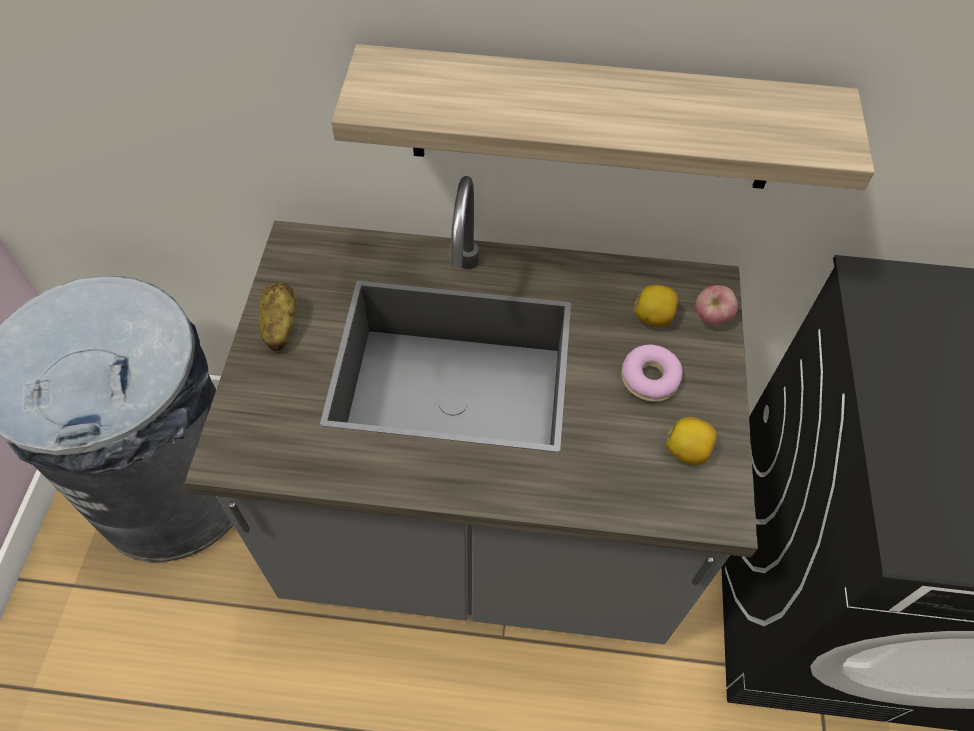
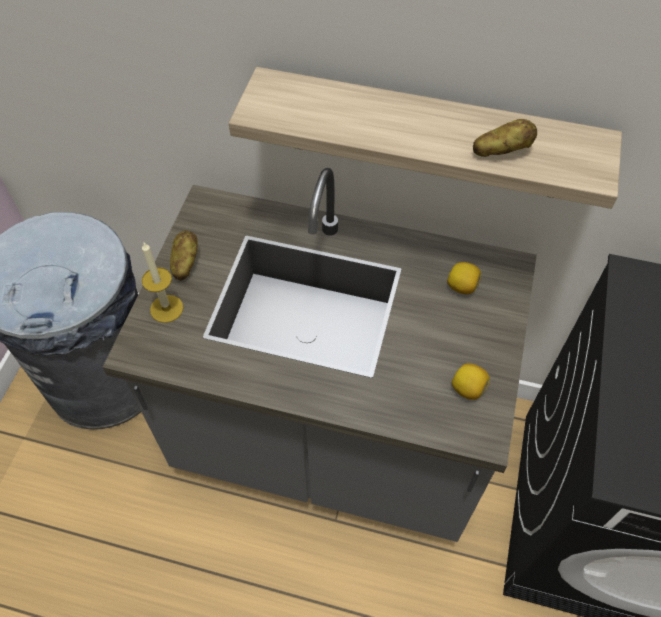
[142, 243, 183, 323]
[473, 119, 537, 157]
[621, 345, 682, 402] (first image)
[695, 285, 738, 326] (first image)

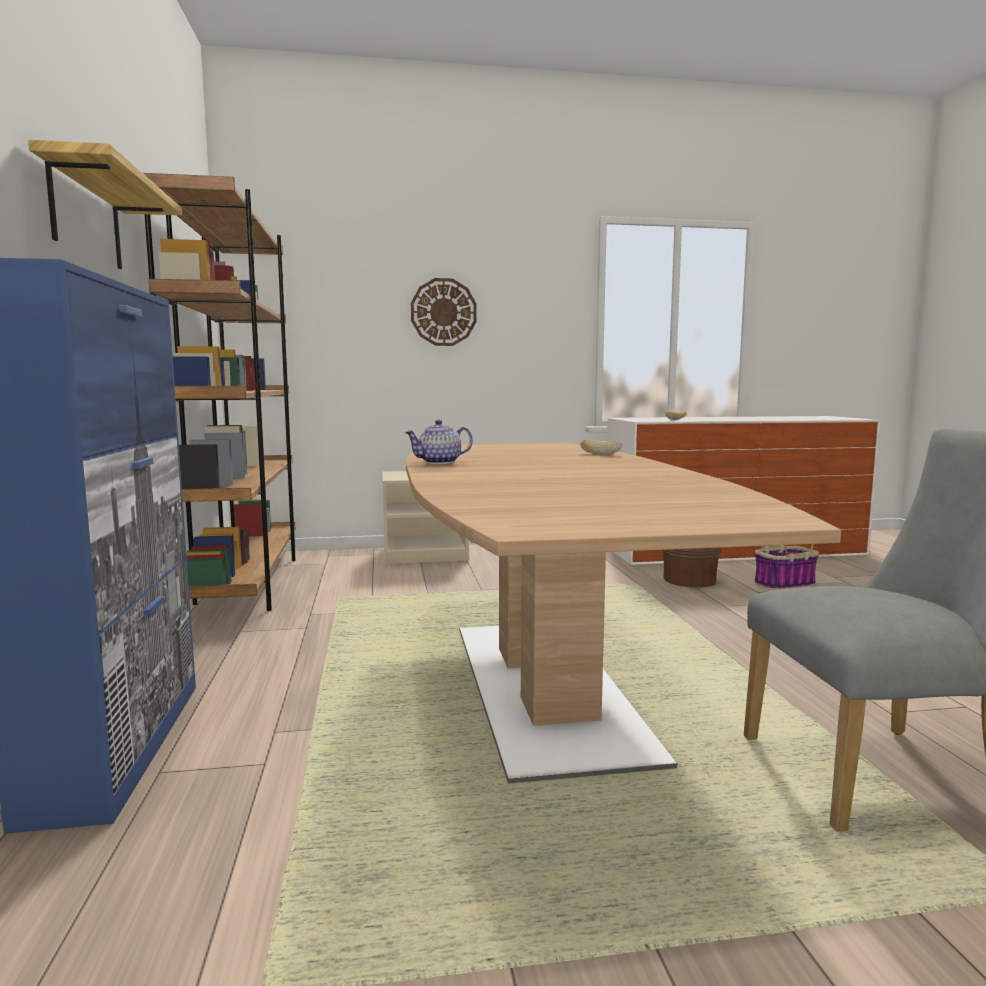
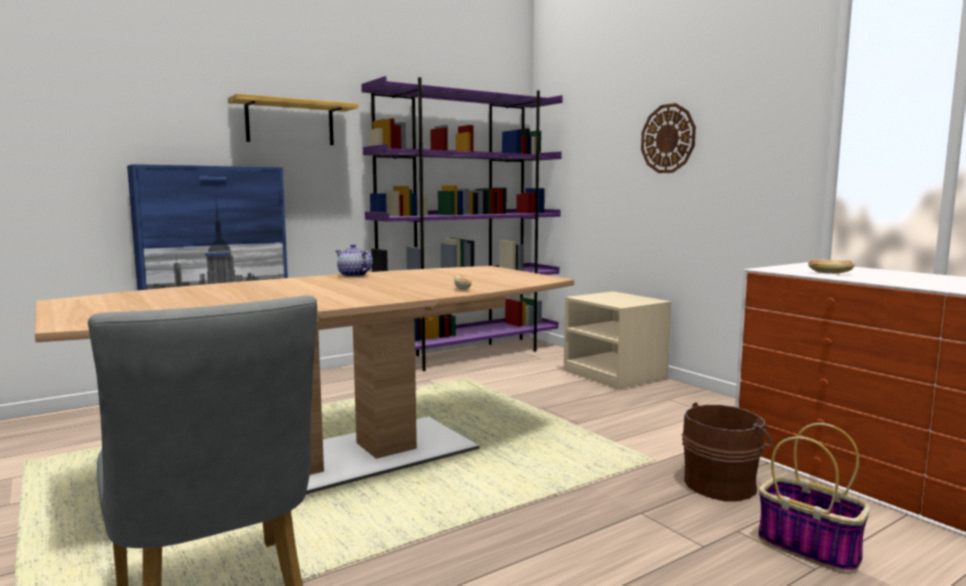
[361, 76, 563, 371]

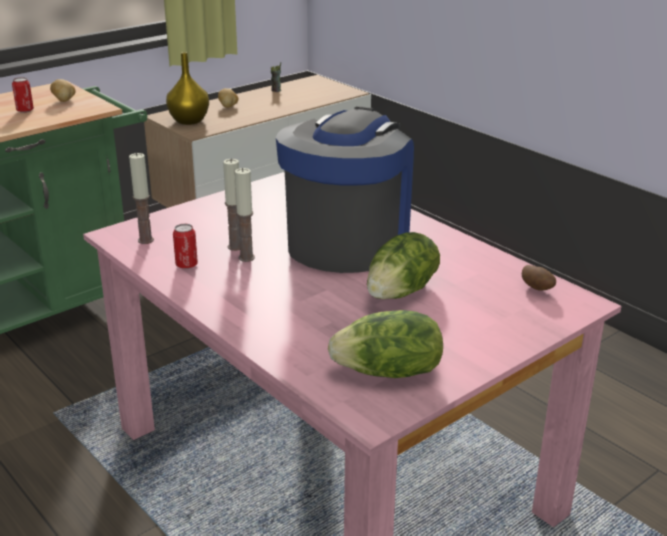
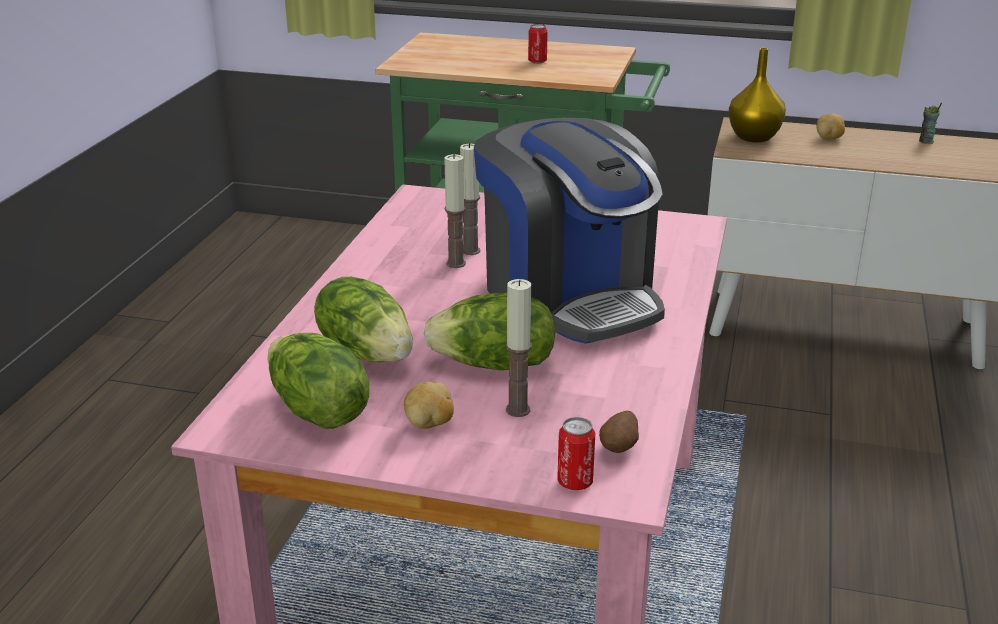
[314, 277, 413, 362]
[404, 382, 454, 429]
[474, 118, 665, 344]
[506, 279, 532, 417]
[557, 417, 595, 490]

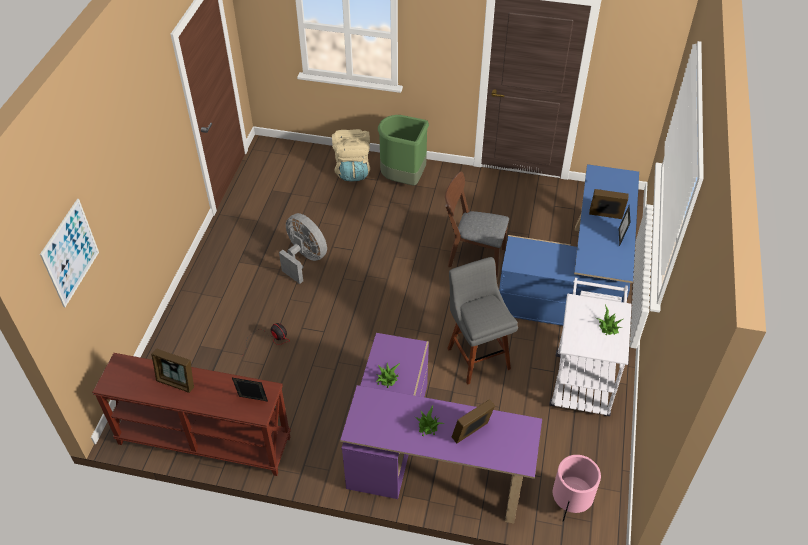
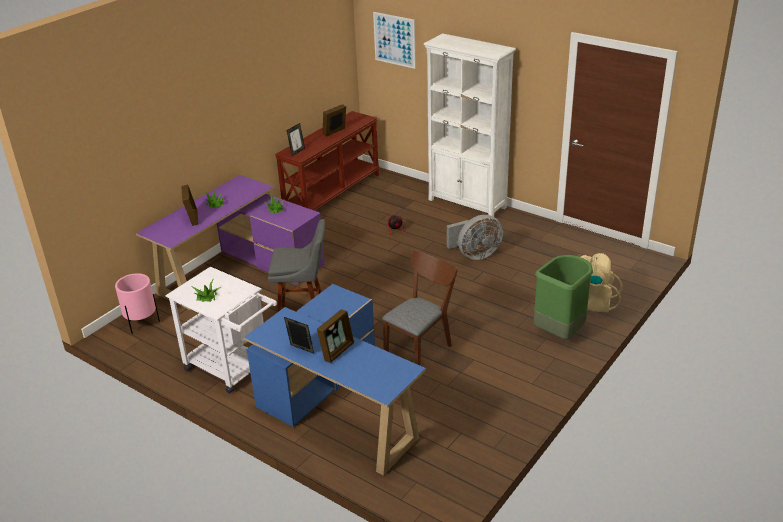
[424, 33, 516, 220]

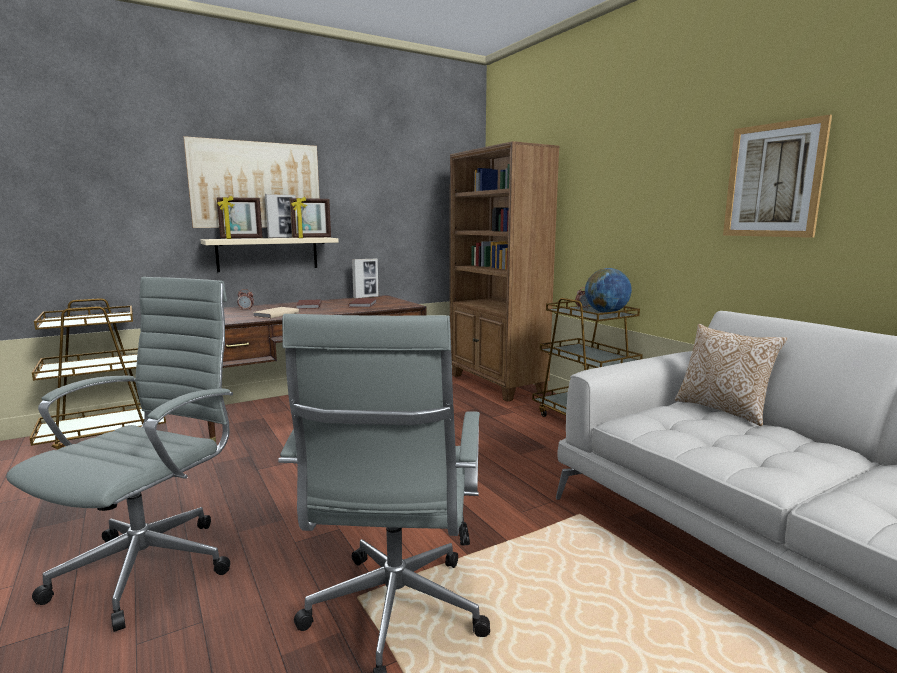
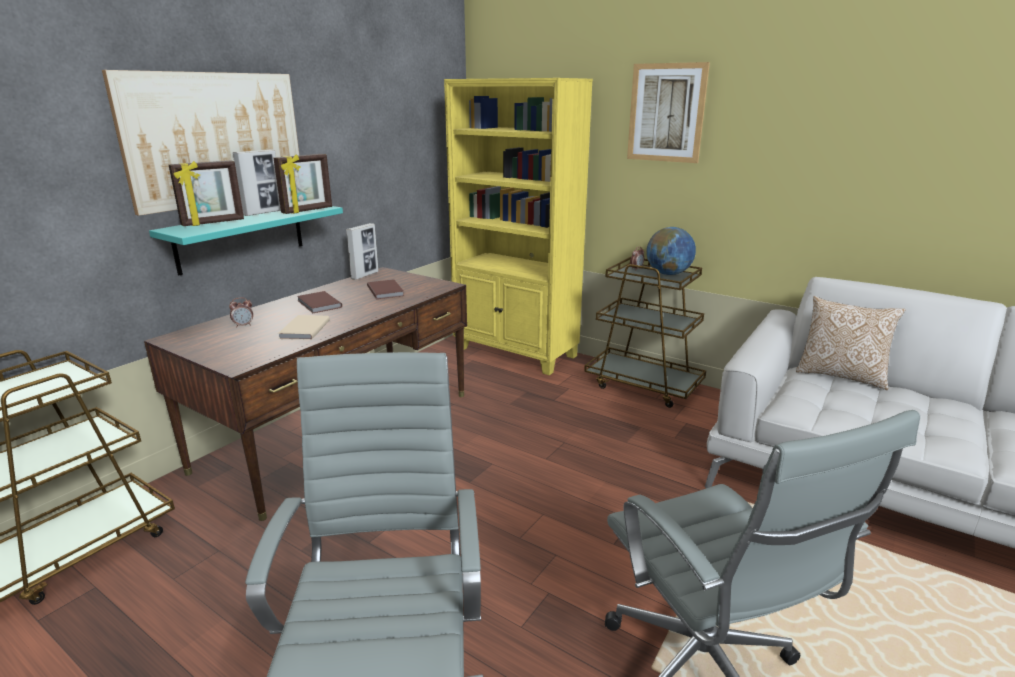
[149, 206, 343, 275]
[444, 78, 593, 375]
[627, 62, 710, 163]

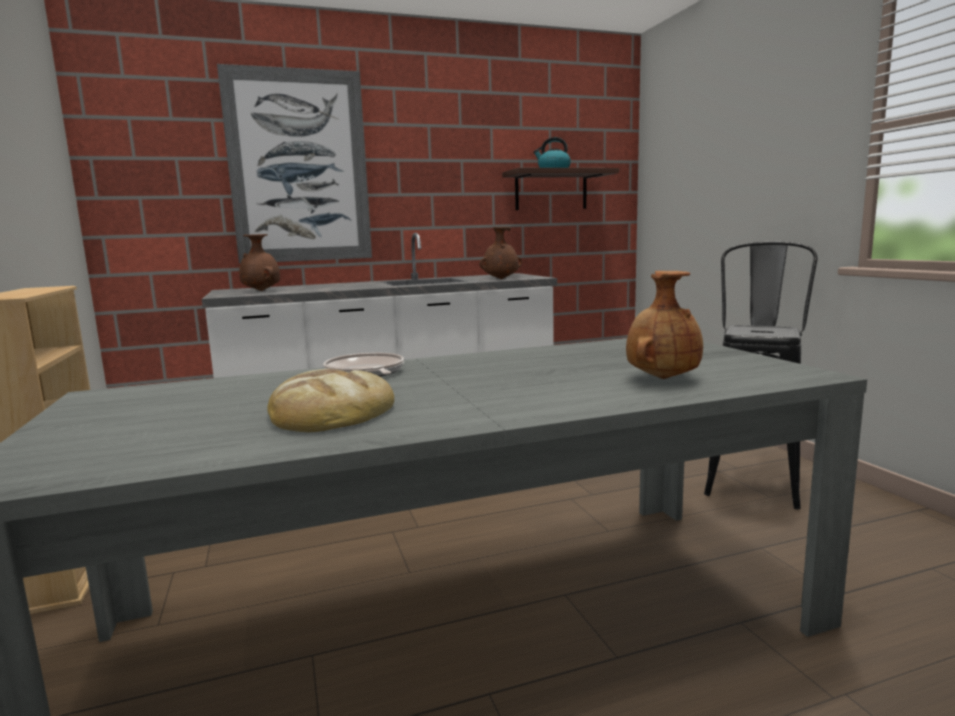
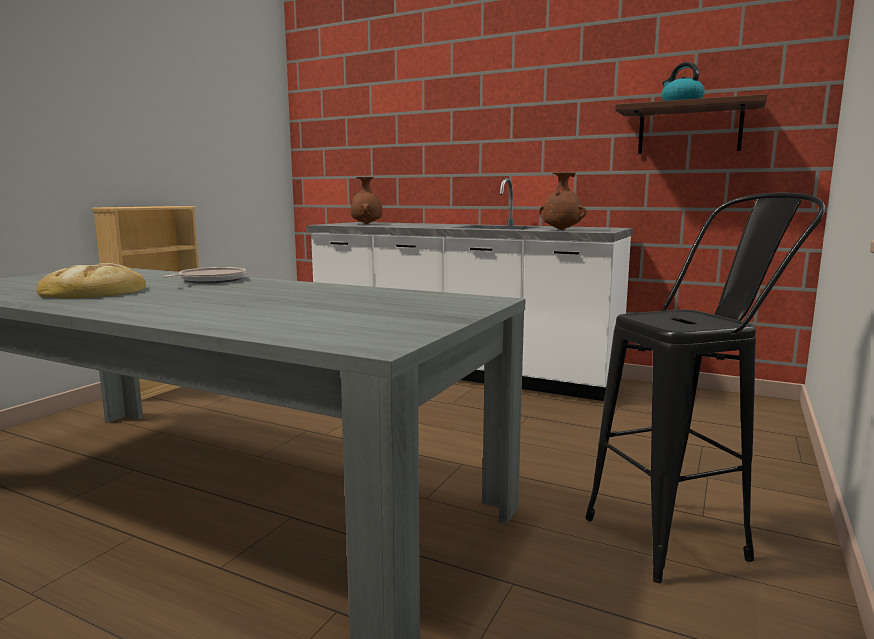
[217, 64, 372, 264] (first image)
[626, 271, 703, 379] (first image)

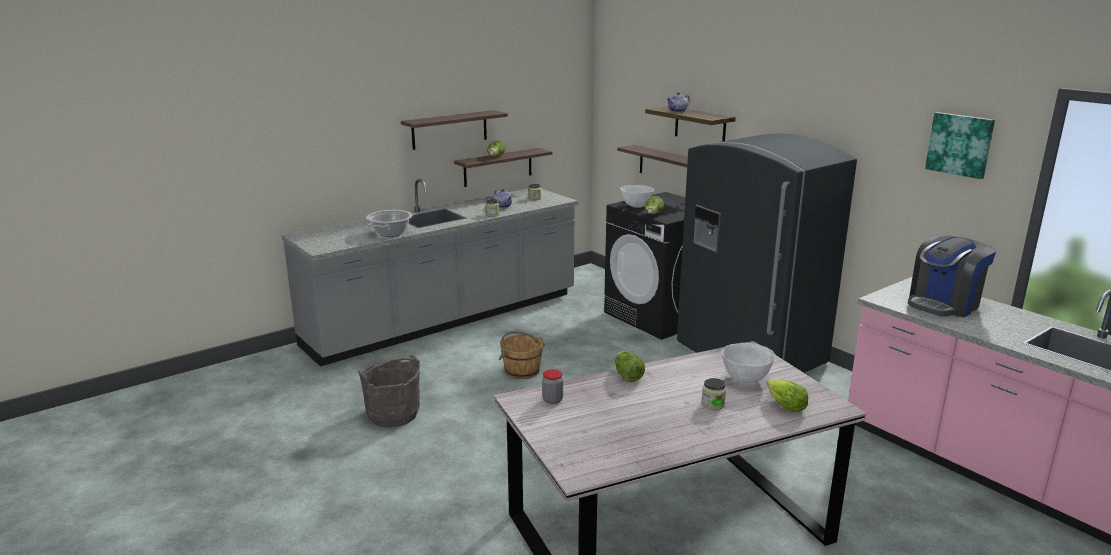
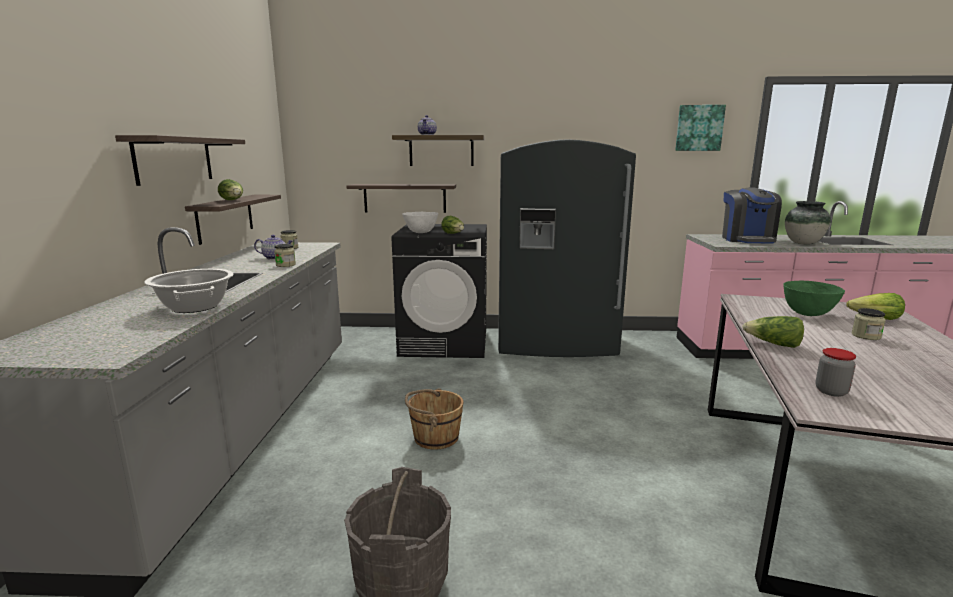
[783, 280, 845, 316]
[785, 201, 831, 245]

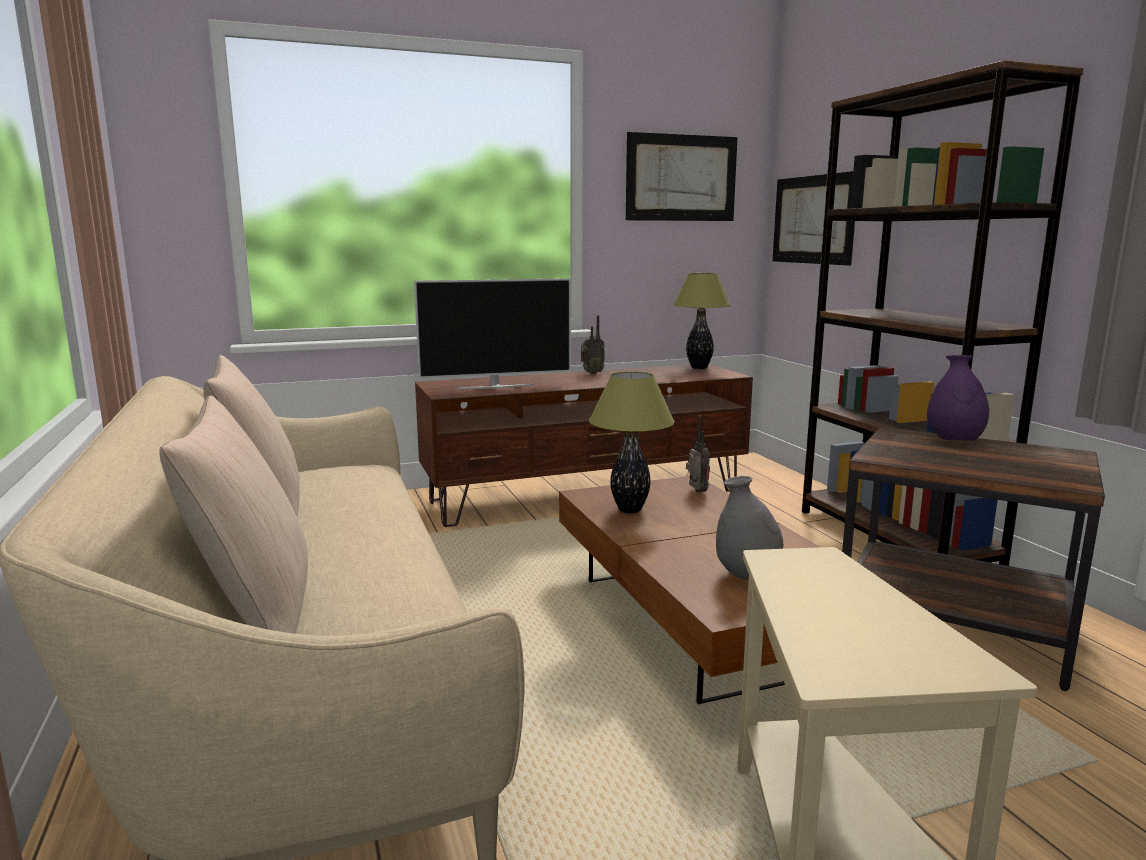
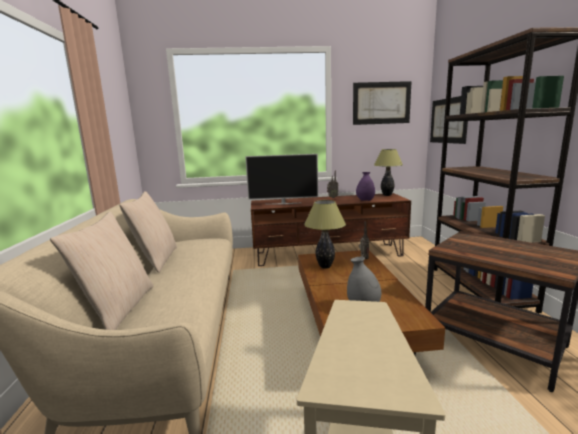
[356, 172, 375, 201]

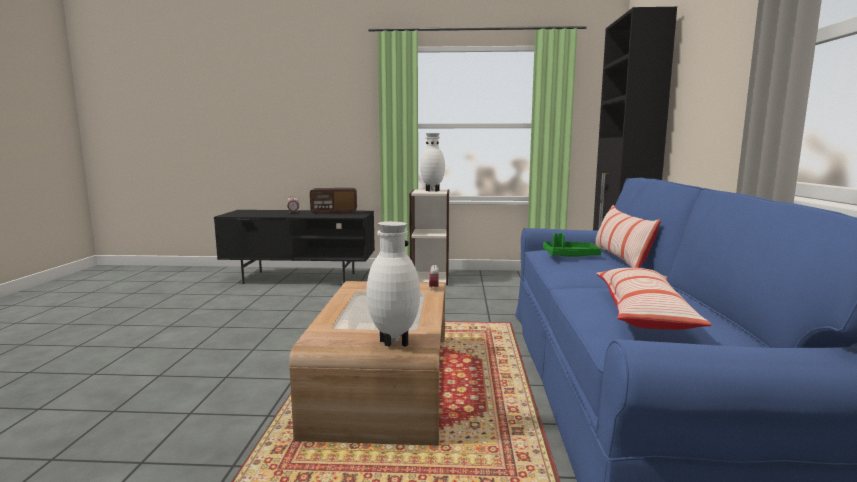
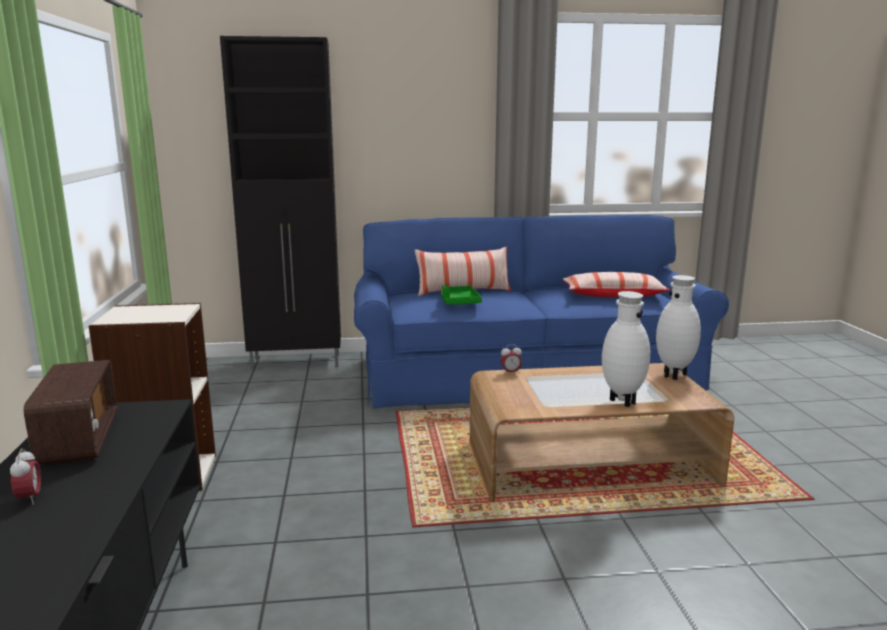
[602, 291, 650, 407]

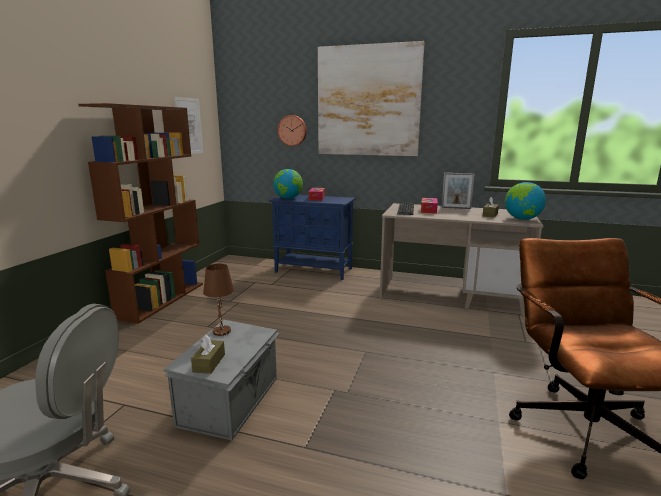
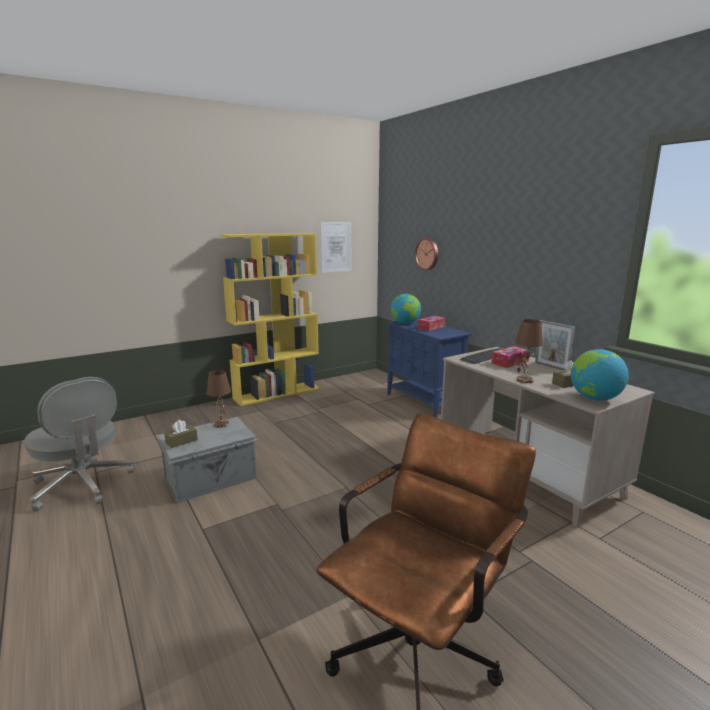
[220, 233, 320, 406]
[515, 319, 543, 383]
[318, 41, 424, 156] (first image)

